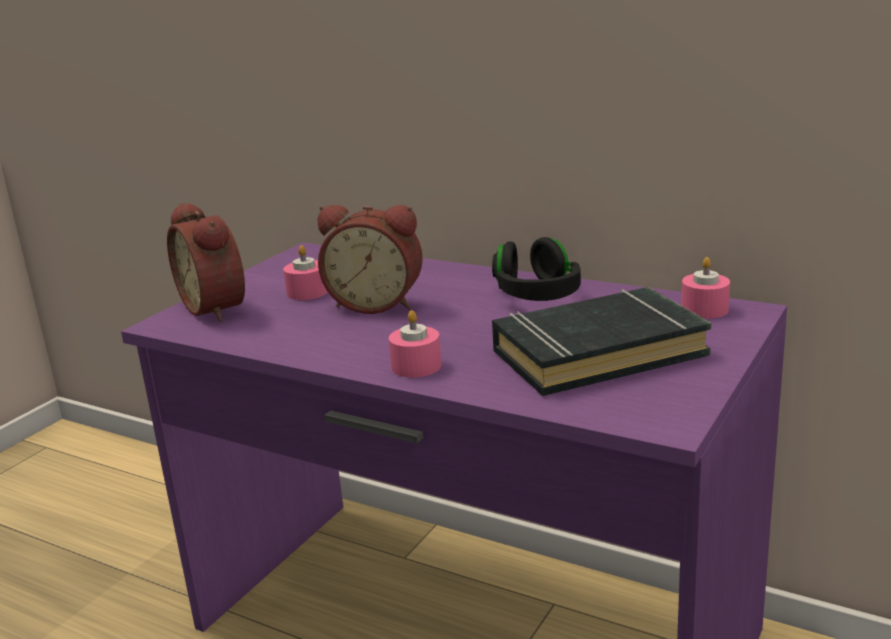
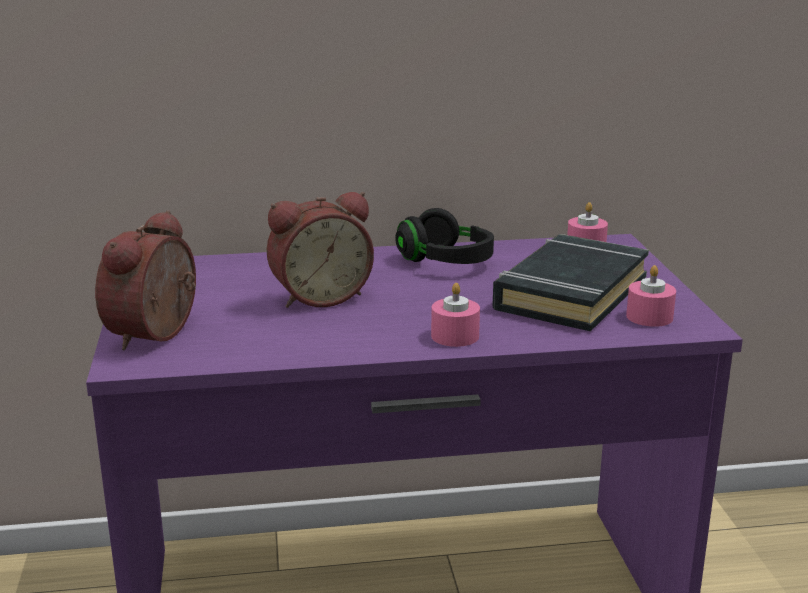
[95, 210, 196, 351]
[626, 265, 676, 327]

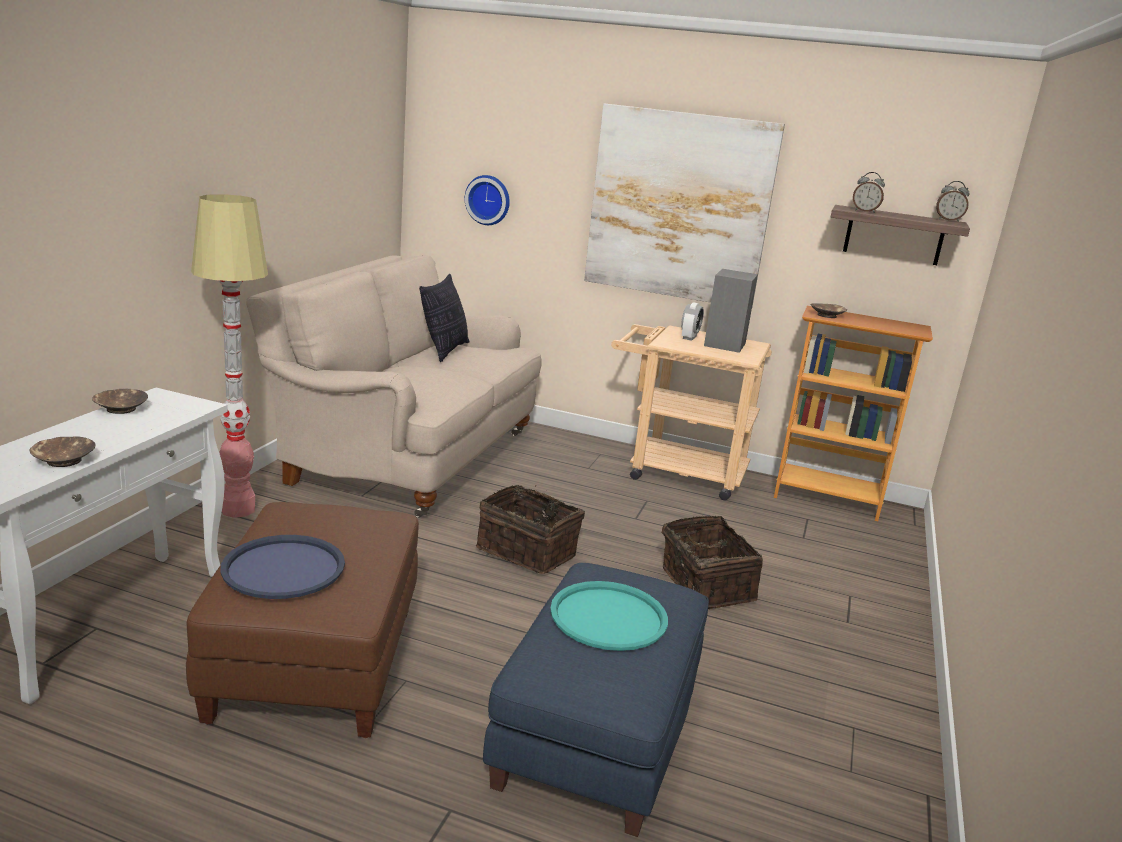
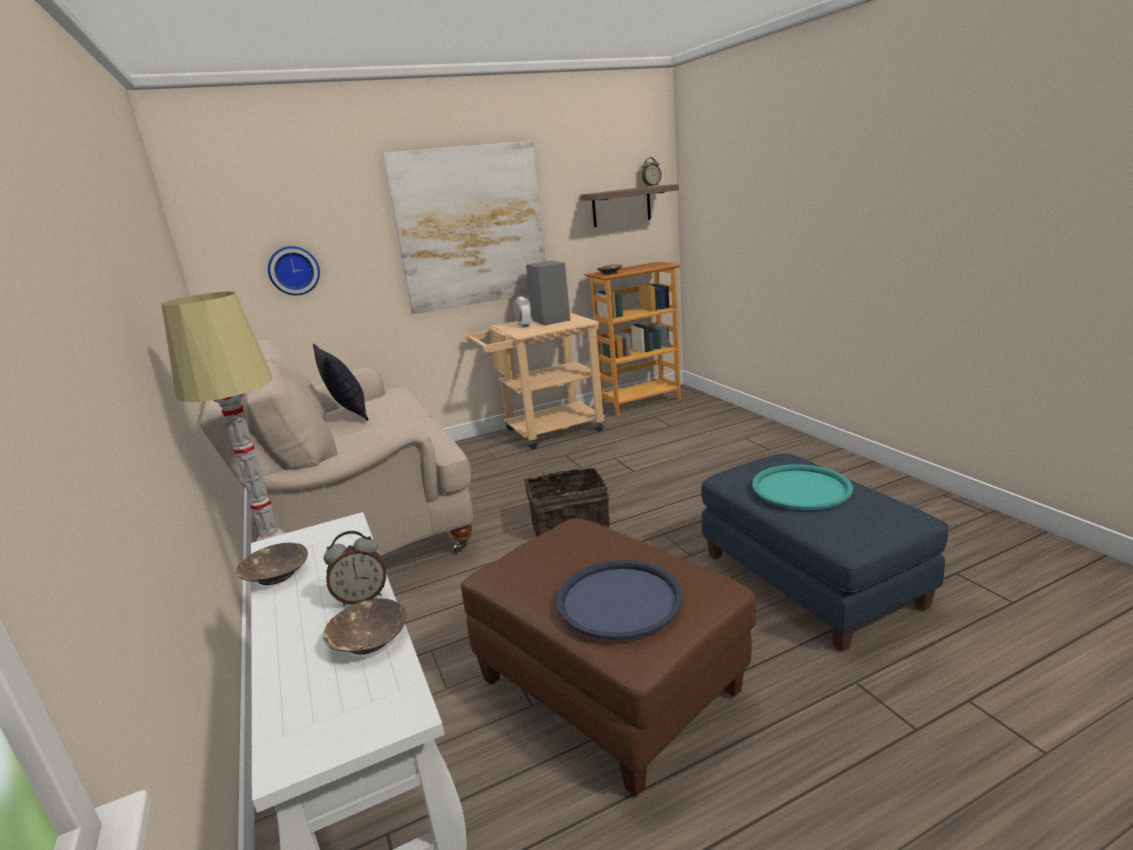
[324, 531, 386, 606]
[662, 516, 763, 609] (first image)

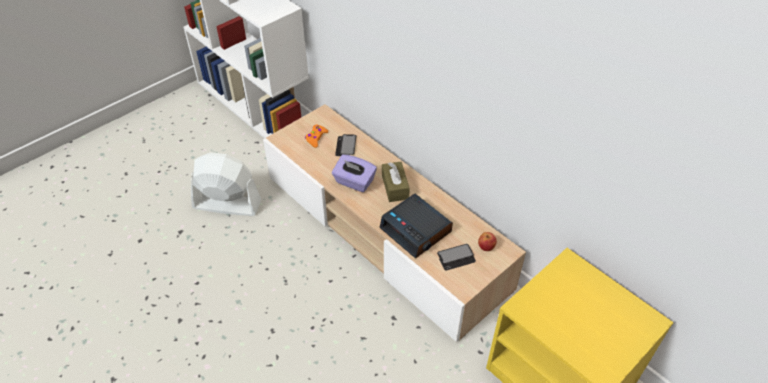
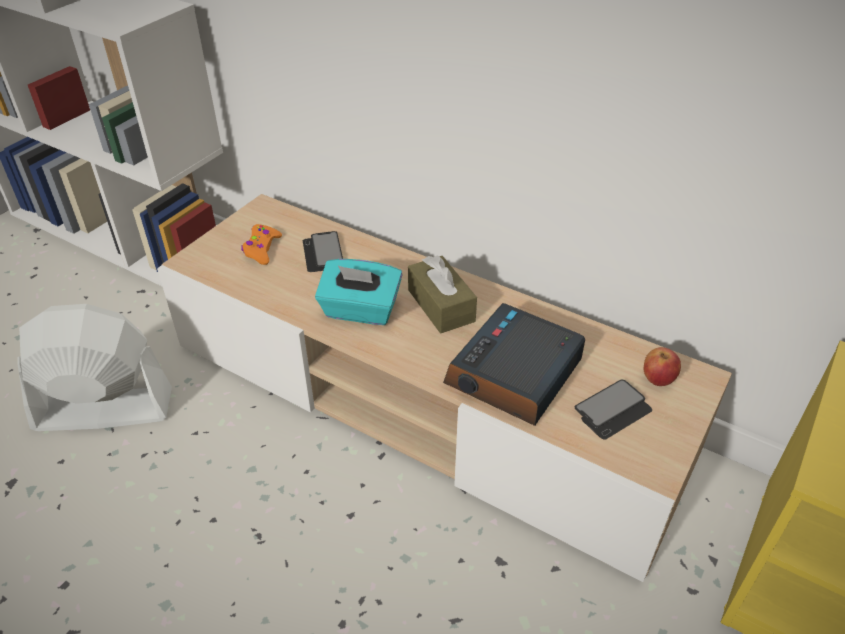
[315, 259, 402, 325]
[443, 303, 585, 426]

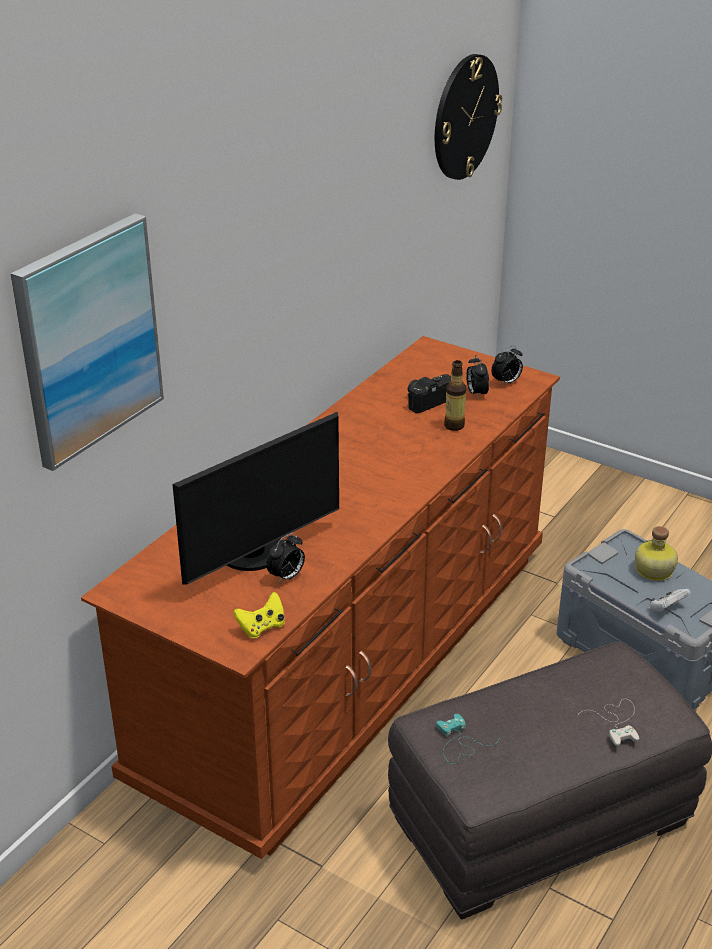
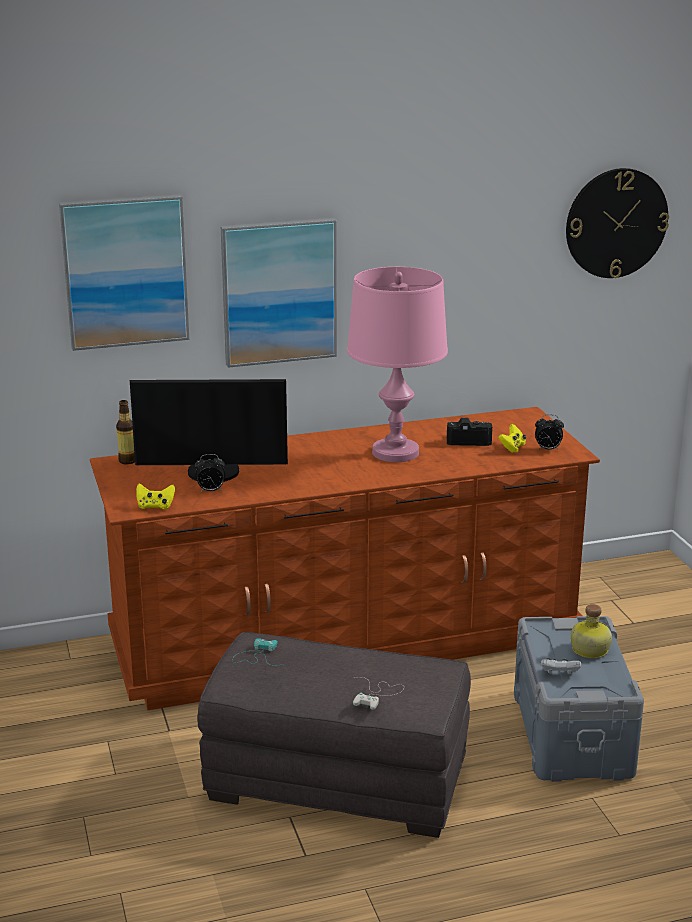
[116, 400, 135, 465]
[221, 218, 337, 368]
[347, 267, 448, 462]
[498, 424, 526, 453]

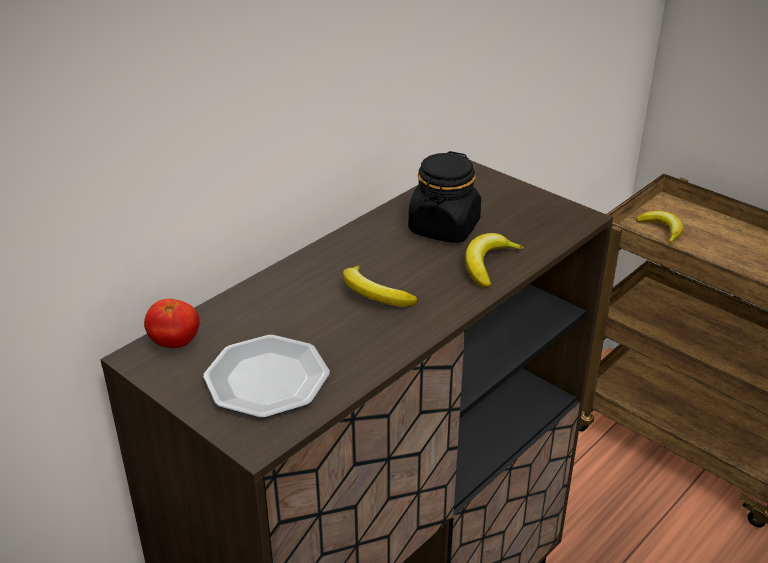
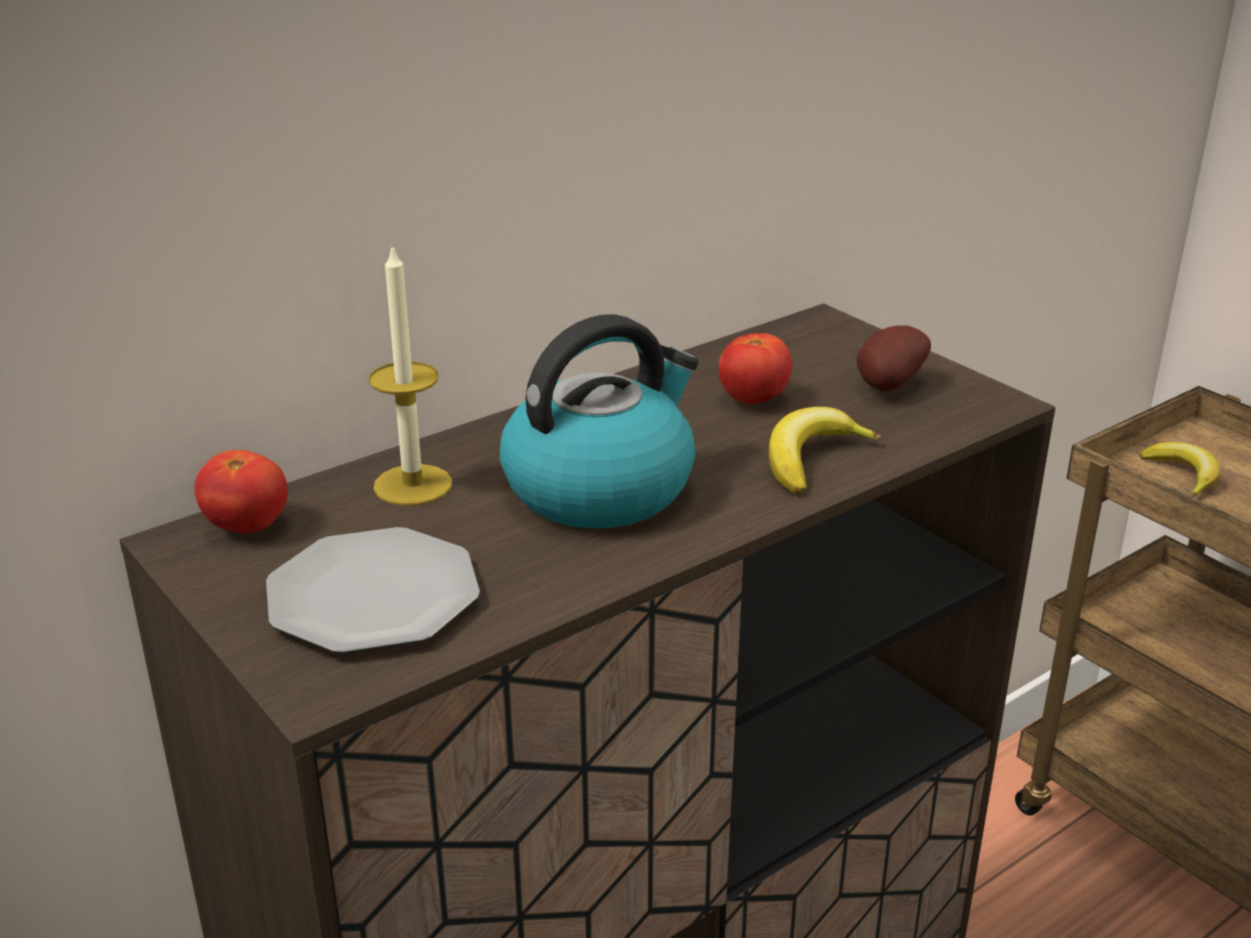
[369, 244, 452, 506]
[500, 314, 699, 528]
[718, 333, 792, 404]
[856, 325, 931, 391]

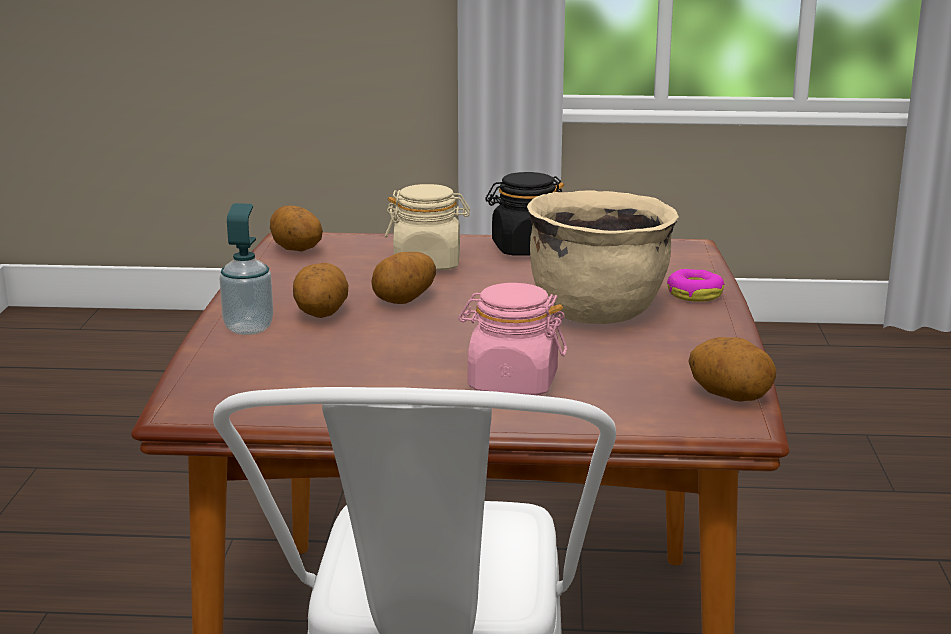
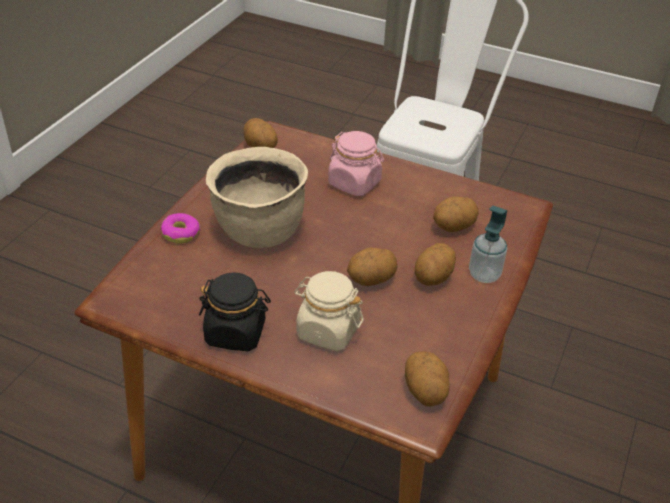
[433, 196, 479, 232]

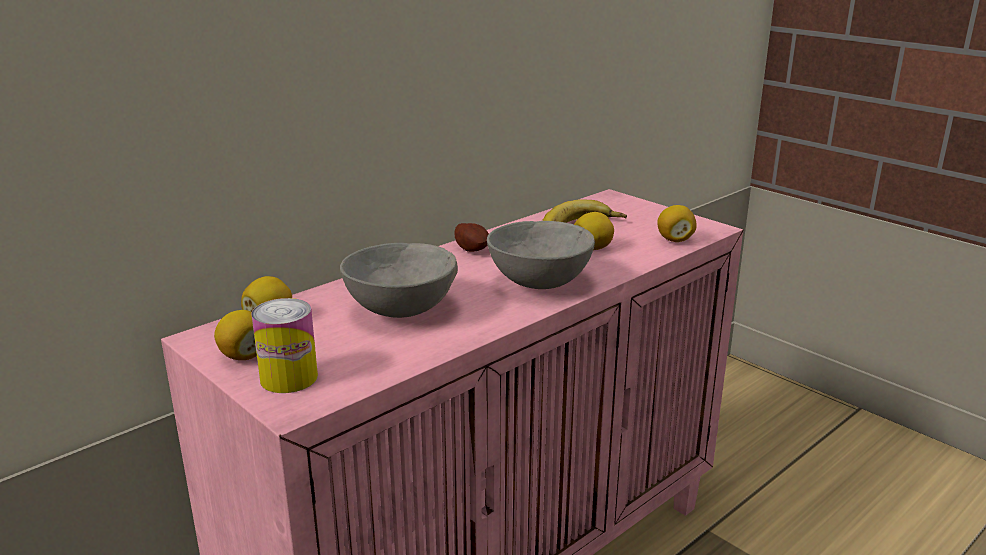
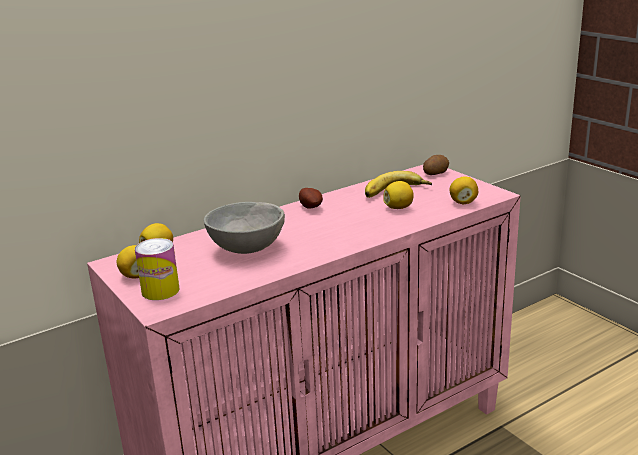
[423, 155, 449, 175]
[487, 221, 595, 289] (first image)

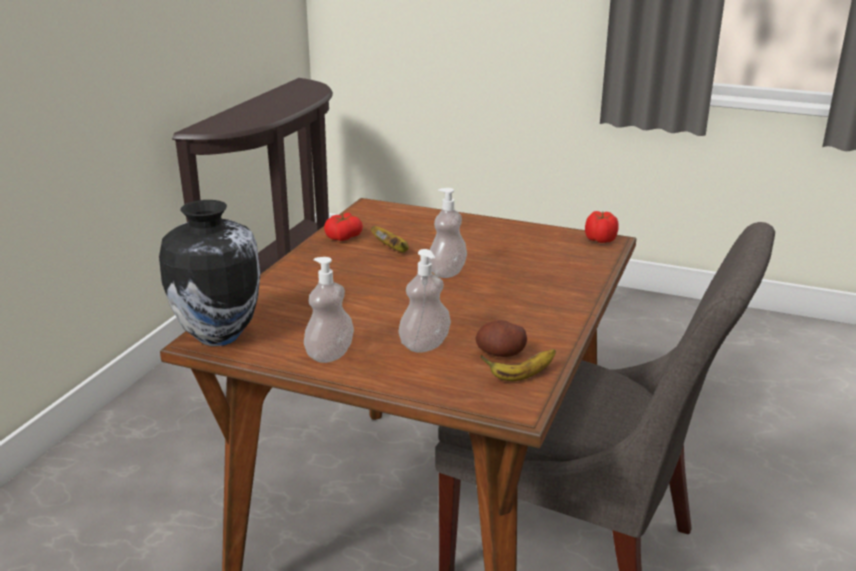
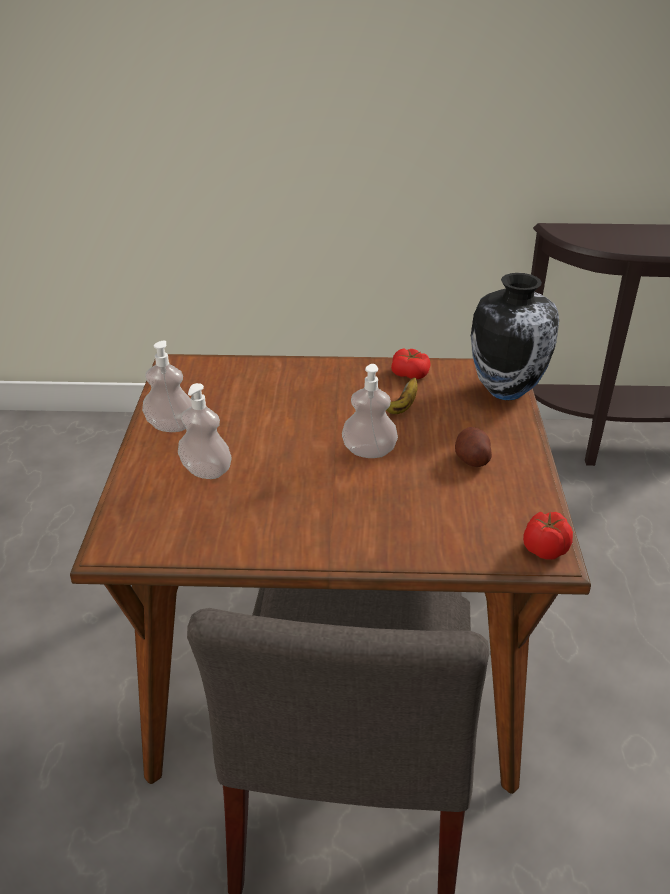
[455, 427, 492, 467]
[471, 273, 559, 400]
[480, 349, 556, 381] (first image)

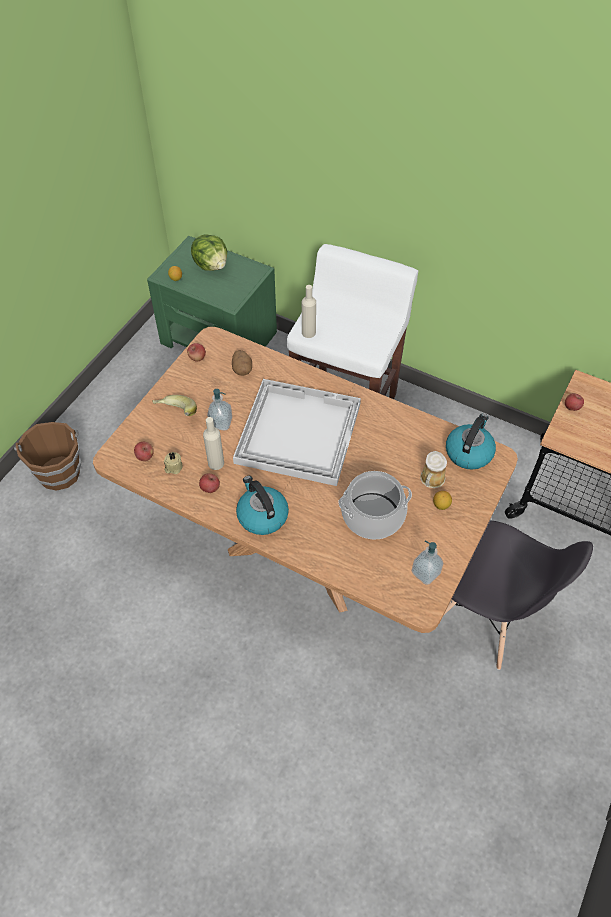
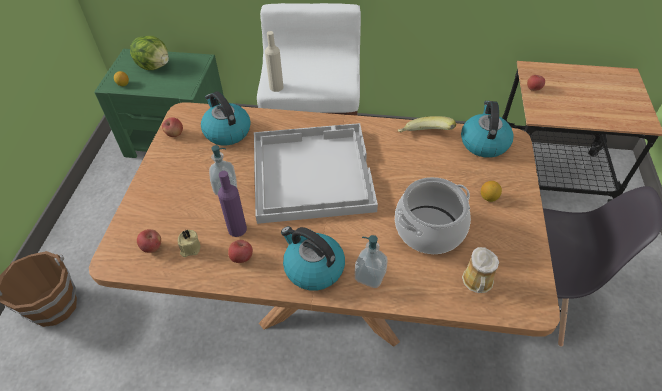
[201, 91, 251, 145]
[218, 171, 247, 237]
[355, 235, 388, 288]
[398, 116, 456, 133]
[462, 247, 499, 293]

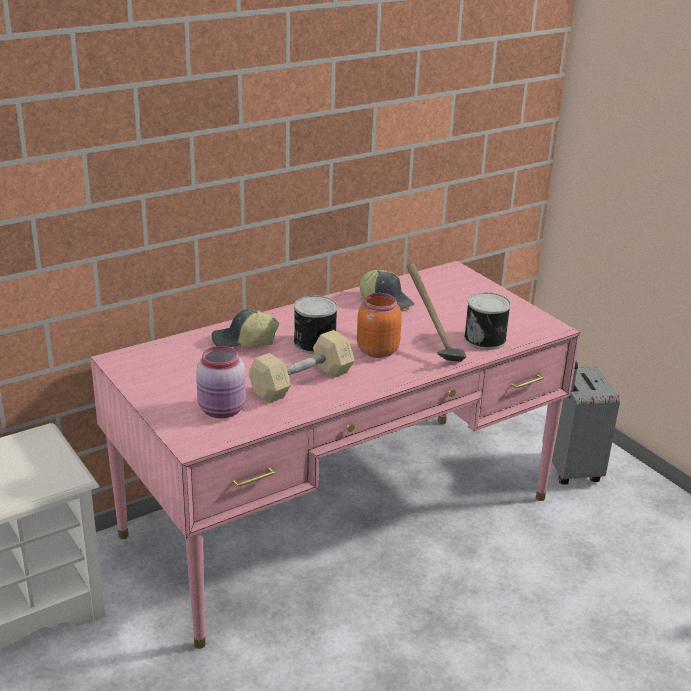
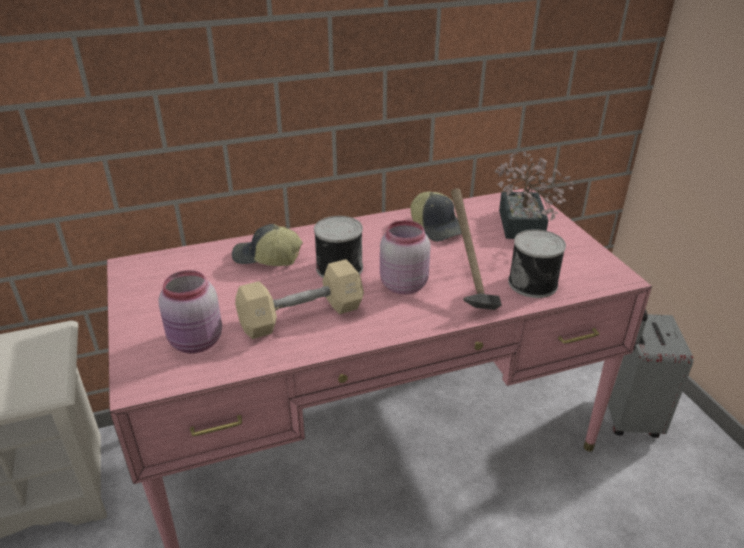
[380, 220, 431, 295]
[495, 151, 574, 239]

